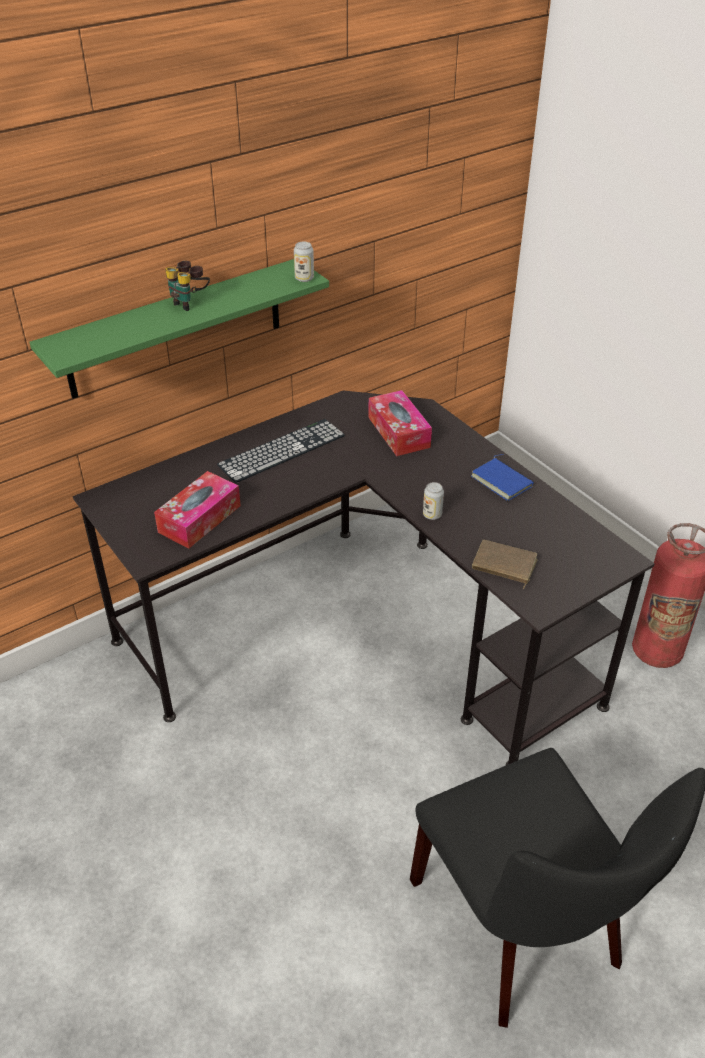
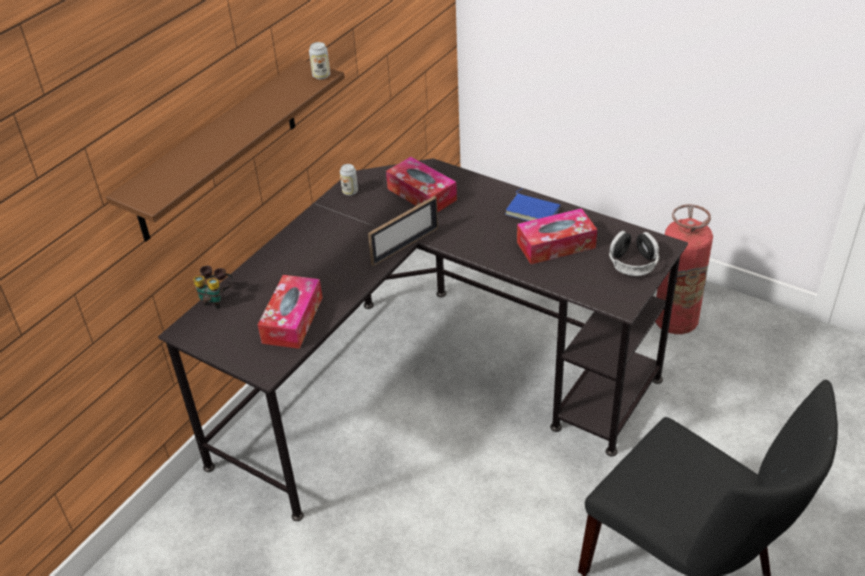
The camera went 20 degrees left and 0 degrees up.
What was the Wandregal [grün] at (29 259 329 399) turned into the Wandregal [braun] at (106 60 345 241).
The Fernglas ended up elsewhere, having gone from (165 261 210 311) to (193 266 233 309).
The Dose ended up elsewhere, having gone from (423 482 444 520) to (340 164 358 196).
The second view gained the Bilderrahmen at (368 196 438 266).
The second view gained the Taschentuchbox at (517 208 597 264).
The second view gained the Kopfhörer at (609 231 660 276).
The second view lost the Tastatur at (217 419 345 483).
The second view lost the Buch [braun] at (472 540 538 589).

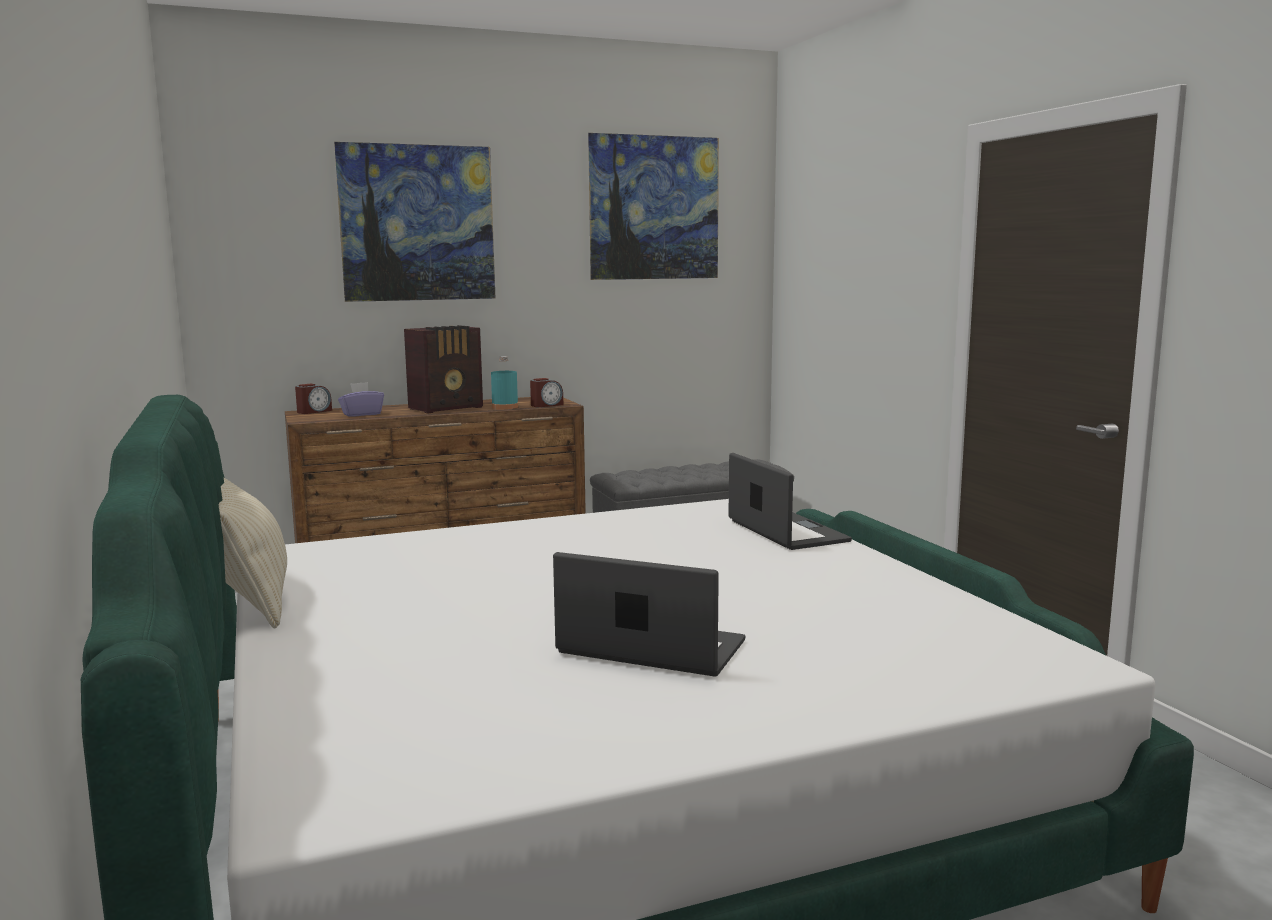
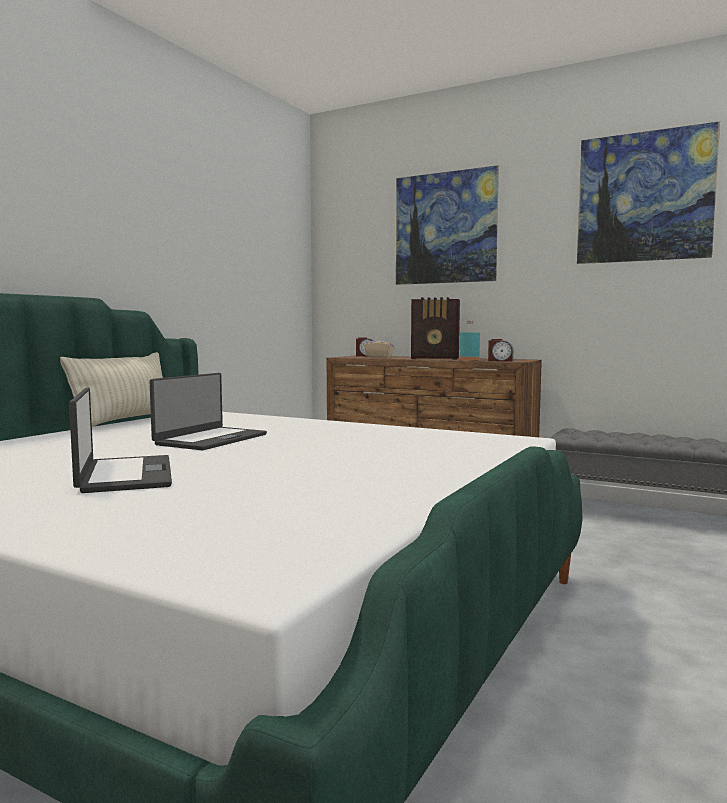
The camera went 50 degrees right and 5 degrees down.
The Laptop ended up elsewhere, having gone from (728 453 852 550) to (150 373 267 450).
What was the Taschentuchbox [lila] at (338 382 384 417) turned into the Taschentuchbox [beige] at (364 336 394 358).

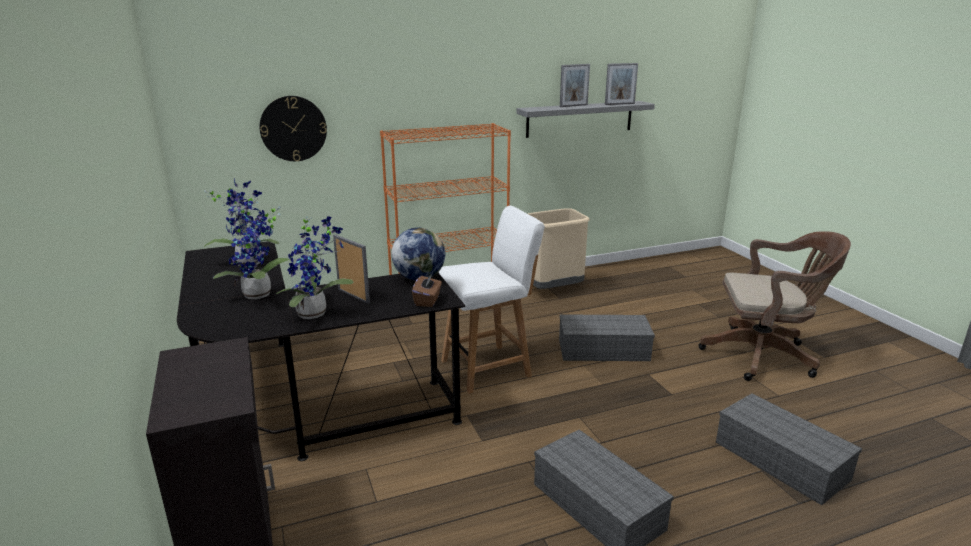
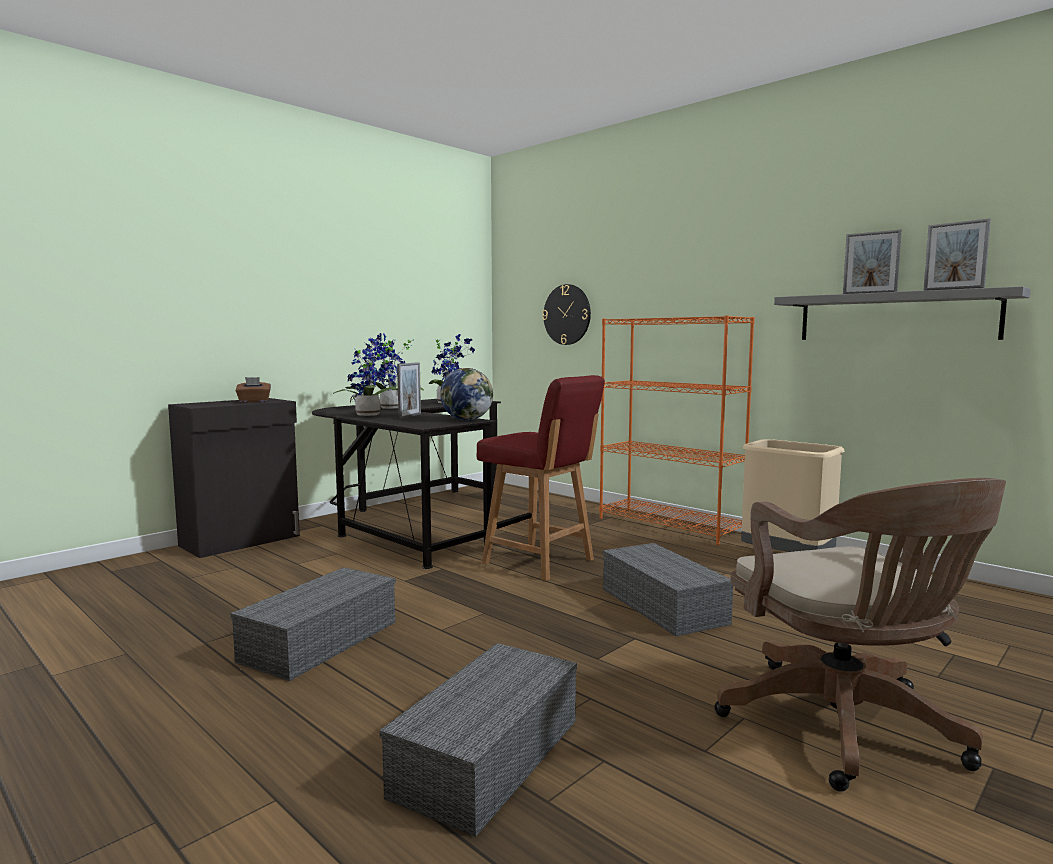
The camera went 65 degrees right and 15 degrees down.
The Taschentuchbox [braun] ended up elsewhere, having gone from (412 273 442 307) to (236 377 271 403).
What was the Stuhl [weiß] at (438 206 545 394) turned into the Stuhl [rot] at (476 375 605 581).

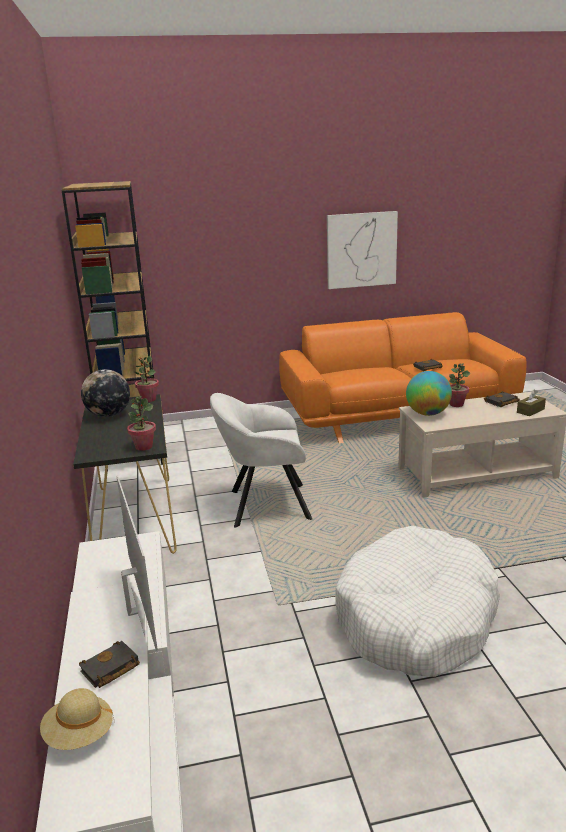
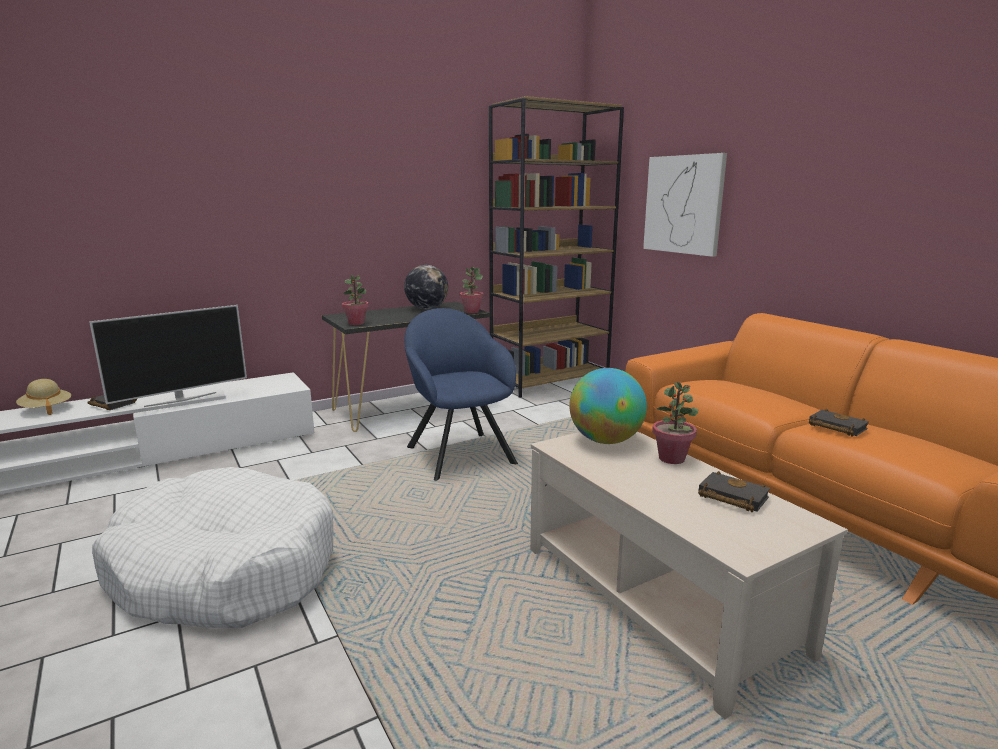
The camera went 70 degrees right and 5 degrees down.
What was the Sessel [weiß] at (210 393 312 527) turned into the Sessel [blau] at (404 308 518 481).
The Bild ended up elsewhere, having gone from (327 211 398 289) to (643 153 727 257).
The second view lost the Taschentuchbox [braun] at (517 389 546 416).

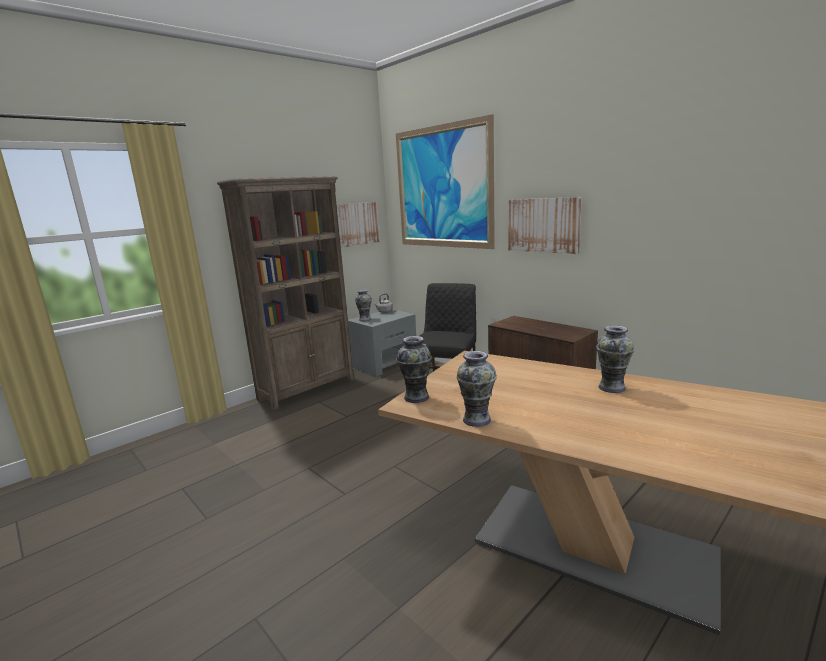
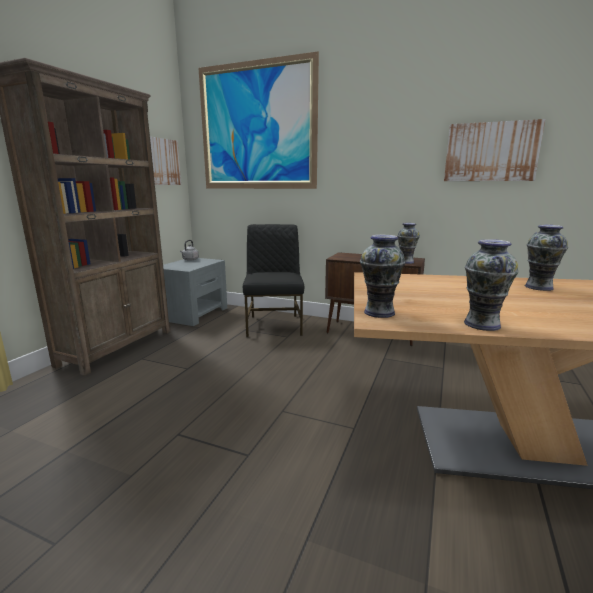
The camera went 25 degrees left and 0 degrees up.
The Vase ended up elsewhere, having gone from (355 290 372 321) to (397 223 420 264).
The Bild ended up elsewhere, having gone from (508 197 582 254) to (444 119 545 181).

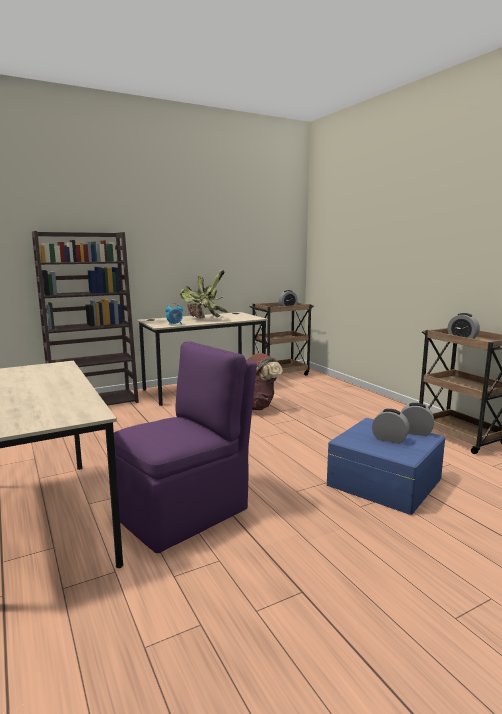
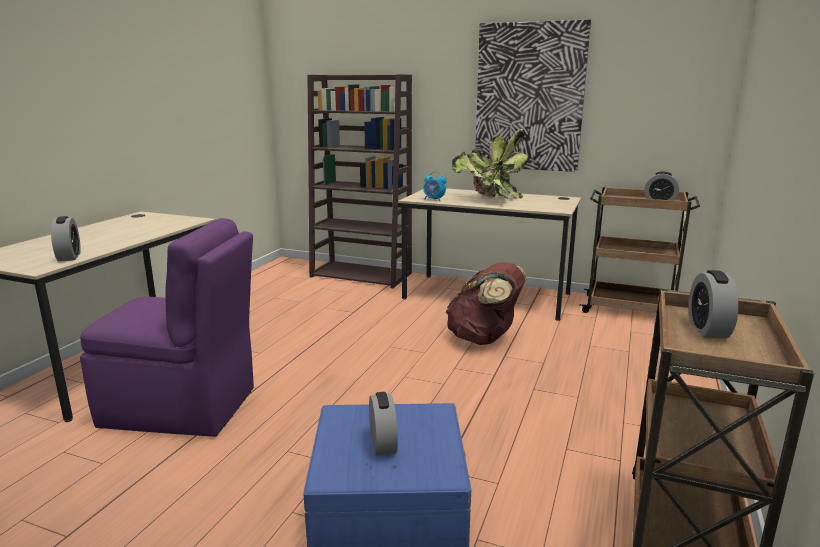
The camera went 50 degrees right and 5 degrees up.
The Wecker ended up elsewhere, having gone from (401 403 434 436) to (51 216 81 262).
The second view gained the Bild at (475 20 591 172).

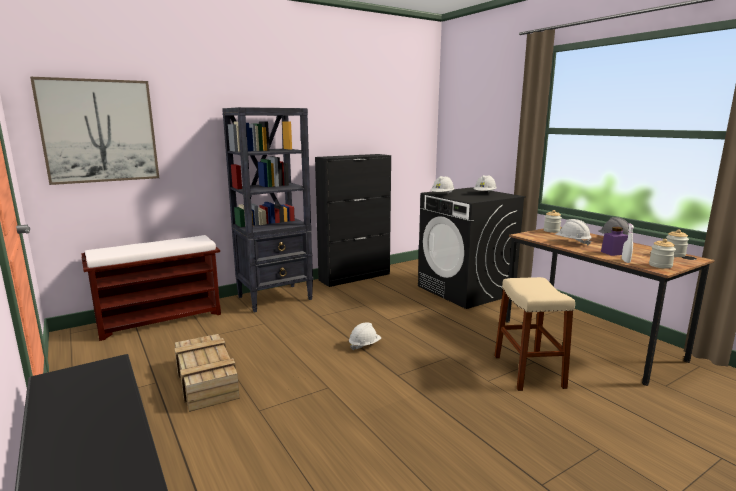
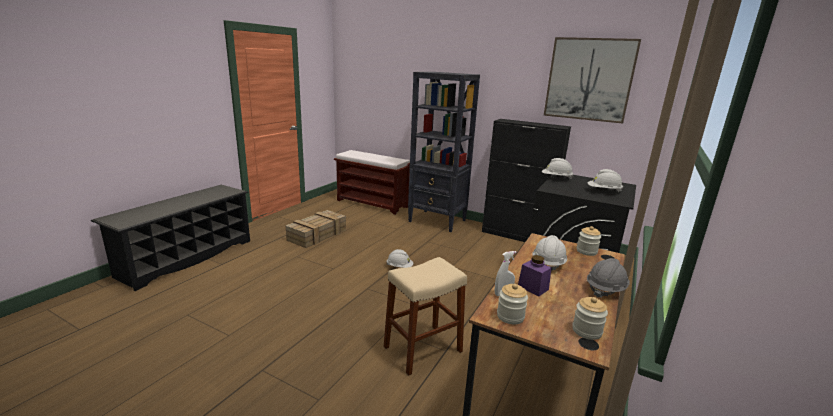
The camera went 60 degrees right and 5 degrees up.
The Bild ended up elsewhere, having gone from (30 77 159 185) to (544 37 641 124).

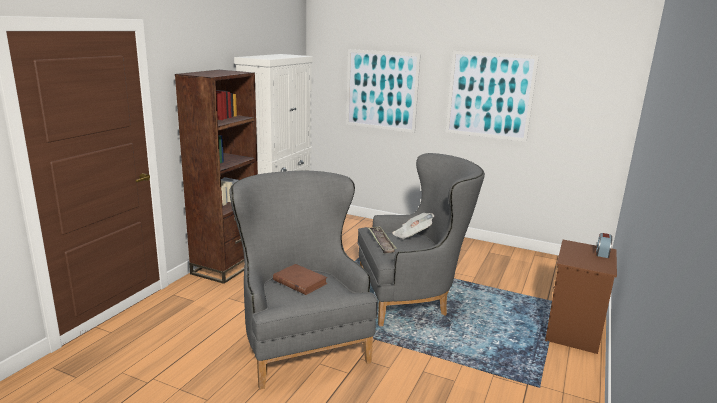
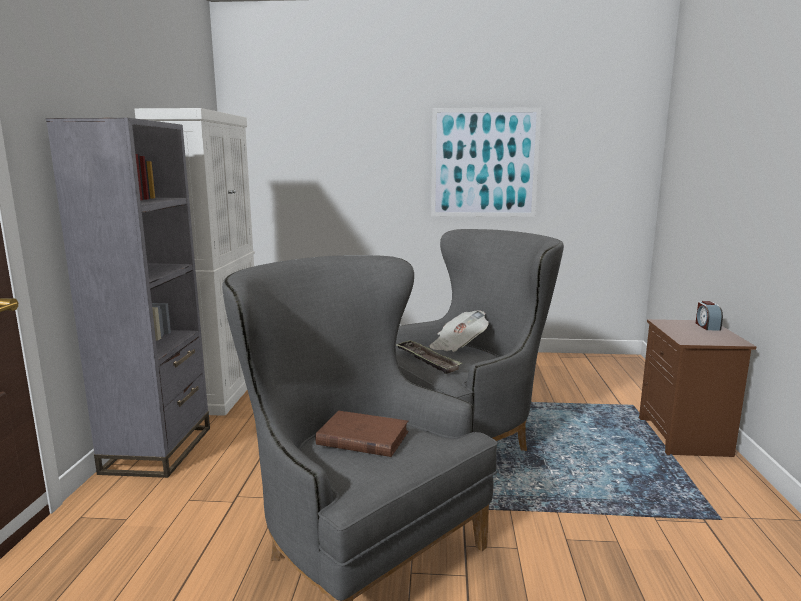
The camera went 20 degrees left and 5 degrees down.
What was the Bücherregal [braun] at (175 70 258 284) turned into the Bücherregal [grau] at (46 118 210 478).
The second view lost the Bild at (346 49 421 133).

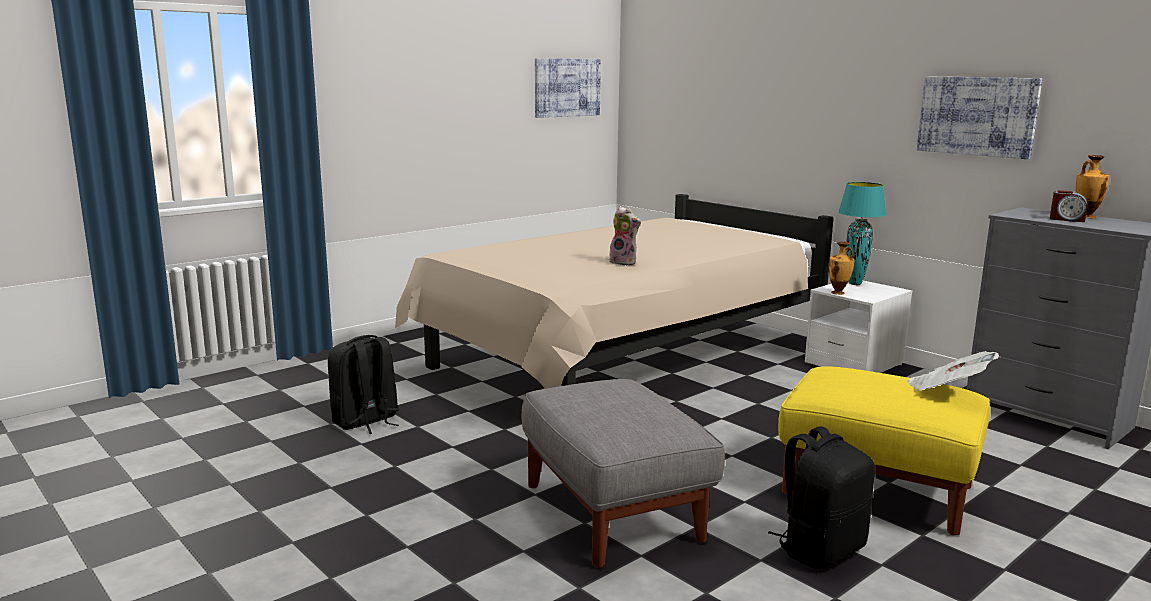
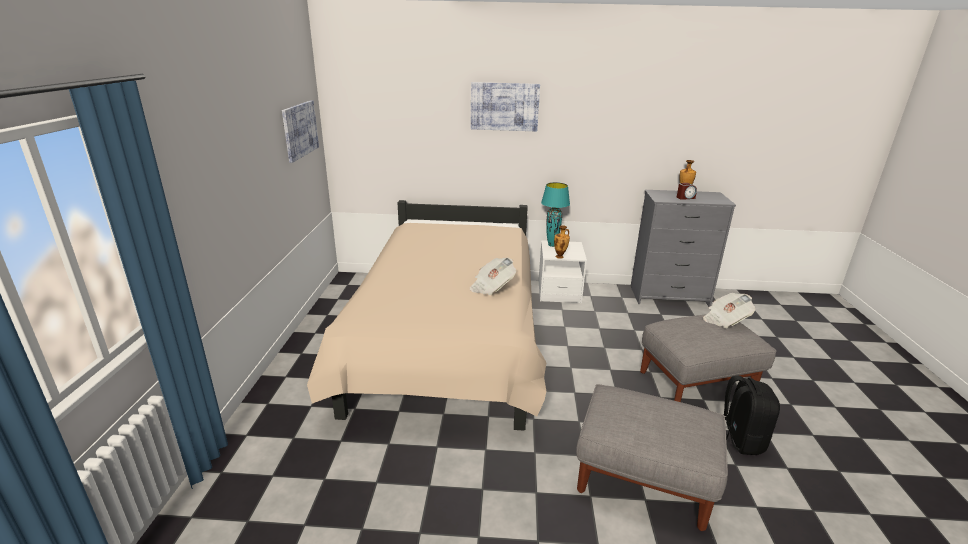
The camera went 45 degrees left and 10 degrees up.
Where the Plüschtier stood at (609 206 641 266), the Zeitung came to stand at (469 257 516 295).
The Bild ended up elsewhere, having gone from (917 77 1042 159) to (471 82 540 131).
What was the Polsterhocker [gelb] at (778 367 990 536) turned into the Polsterhocker [grau] at (640 314 776 402).
The second view lost the Rucksack [schwarz] at (328 335 399 434).

